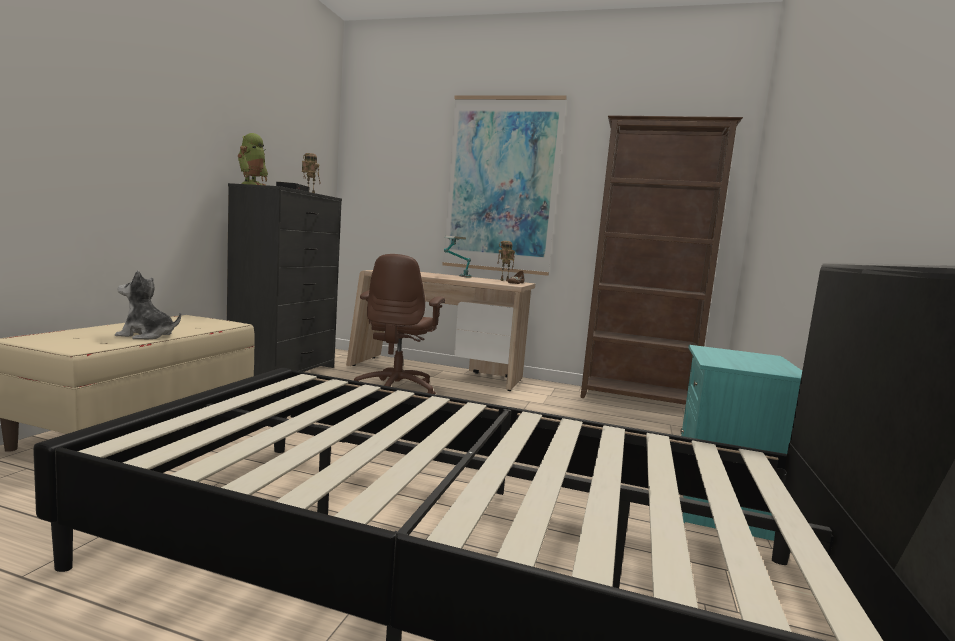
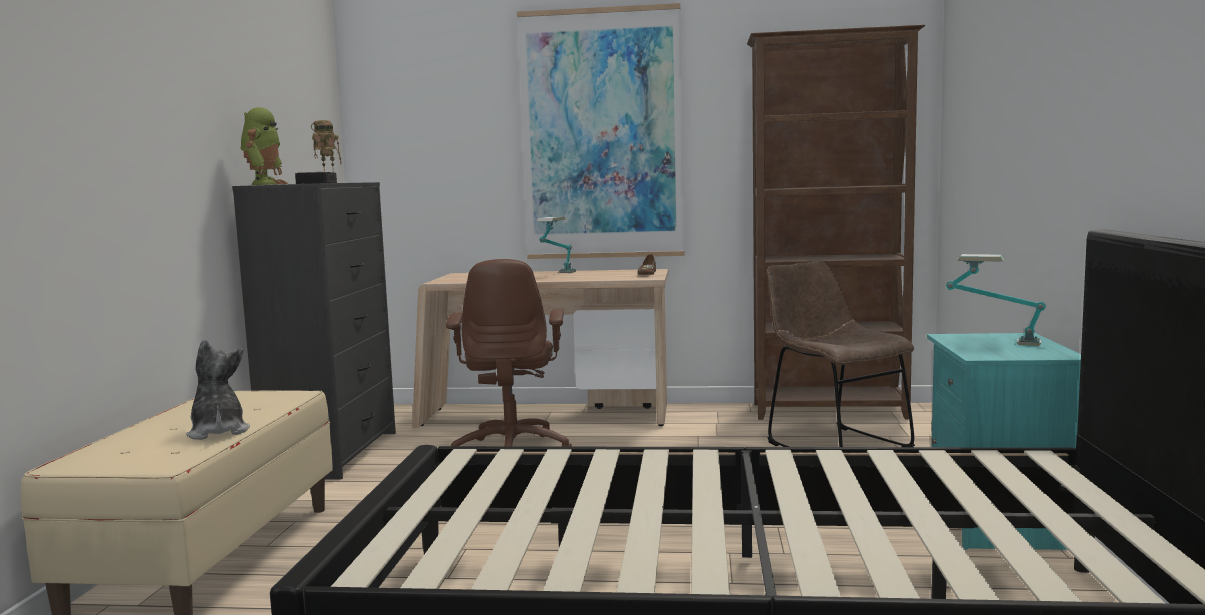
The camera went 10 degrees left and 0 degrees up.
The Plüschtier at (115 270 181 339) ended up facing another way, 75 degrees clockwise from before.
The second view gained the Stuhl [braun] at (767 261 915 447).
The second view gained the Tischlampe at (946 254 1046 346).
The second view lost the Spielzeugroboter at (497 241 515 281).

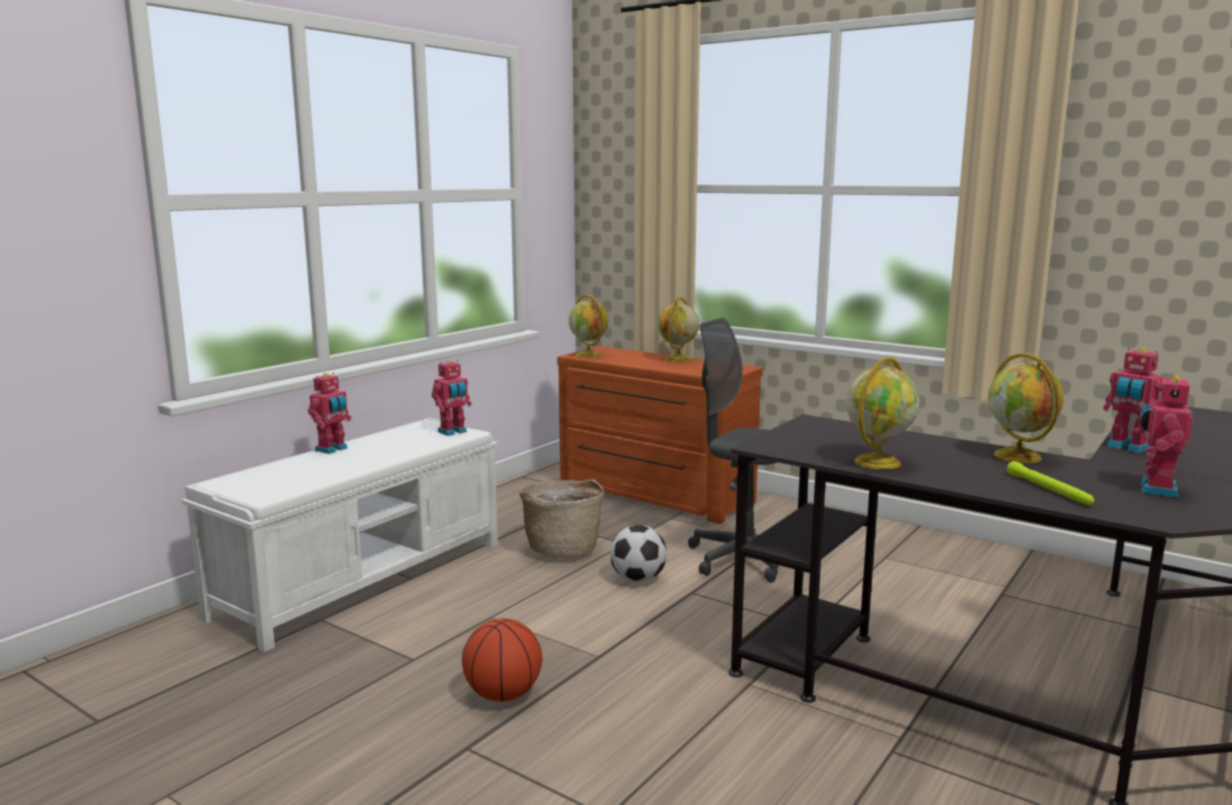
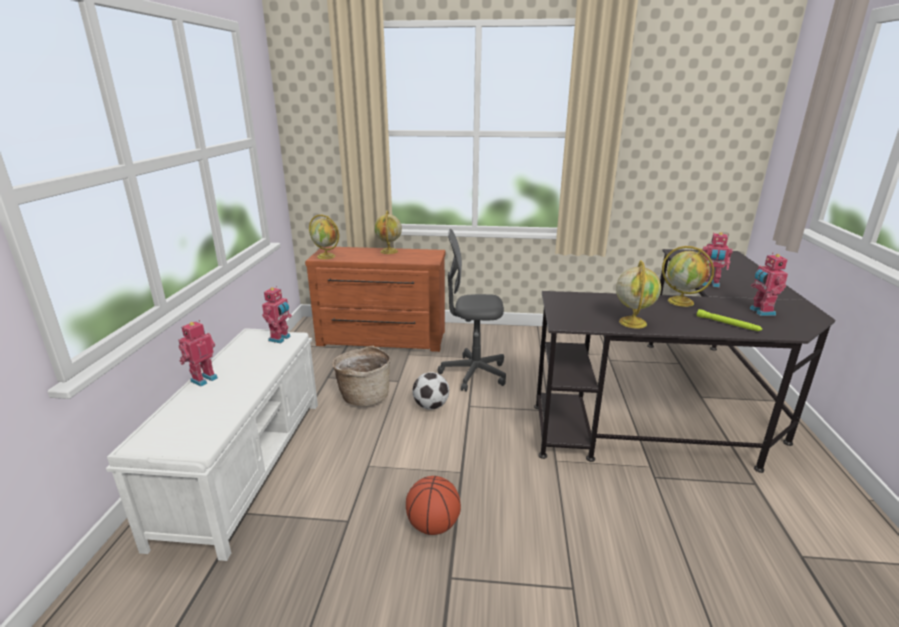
The camera went 30 degrees left and 10 degrees up.
The Spielzeugroboter at (308 372 352 454) ended up facing another way, 150 degrees counterclockwise from before.

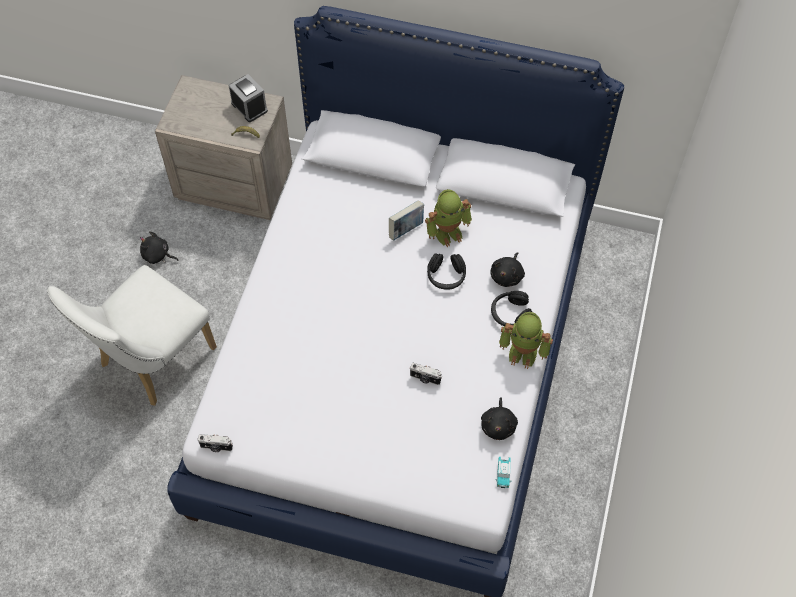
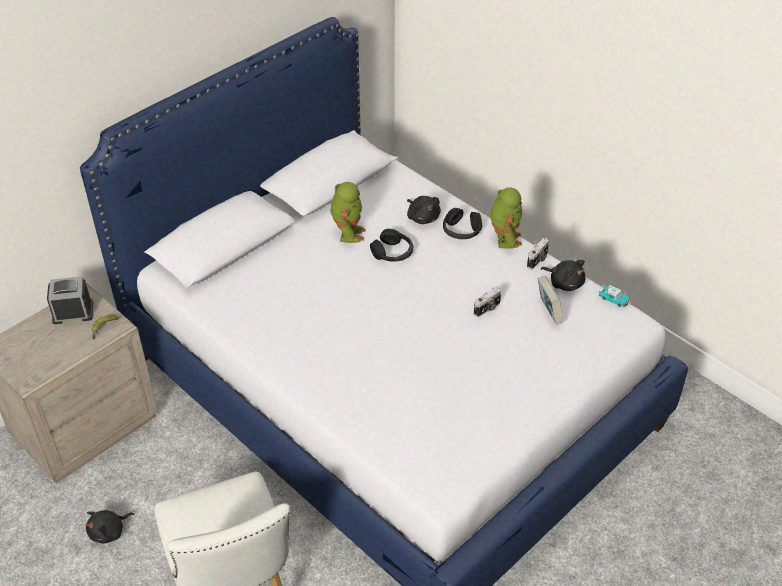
The camera went 60 degrees left and 15 degrees down.
The Spielzeugroboter at (499 312 553 369) ended up facing another way, 45 degrees counterclockwise from before.
The Kamera ended up elsewhere, having gone from (197 434 233 452) to (527 238 549 270).
The Buch ended up elsewhere, having gone from (389 200 424 241) to (538 276 563 325).

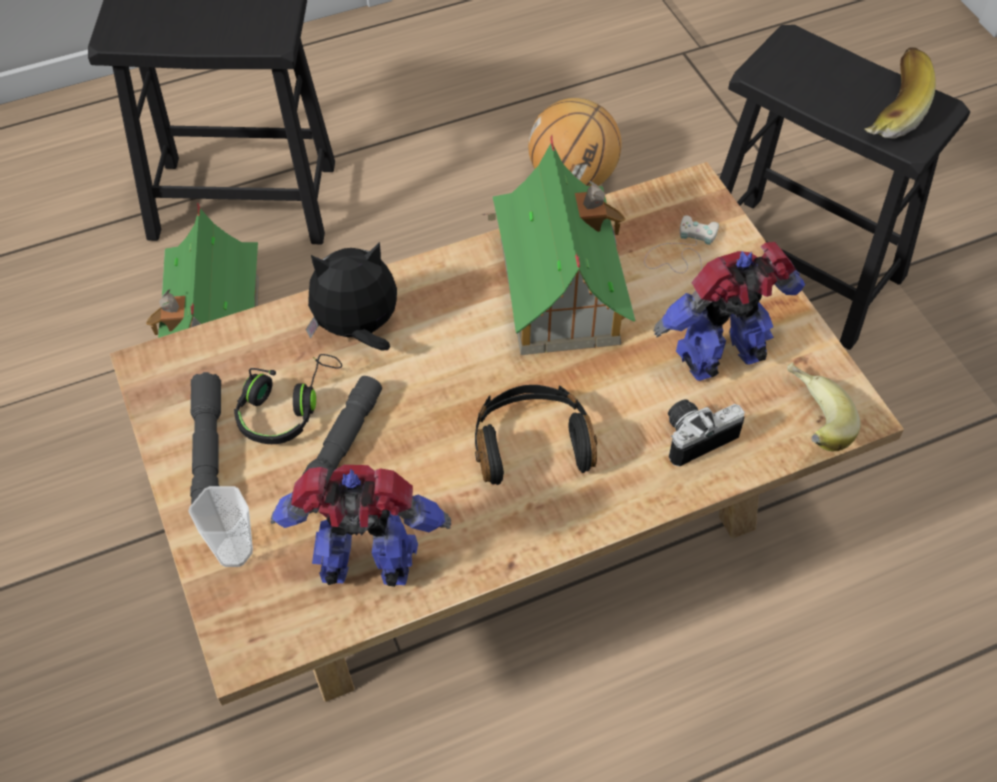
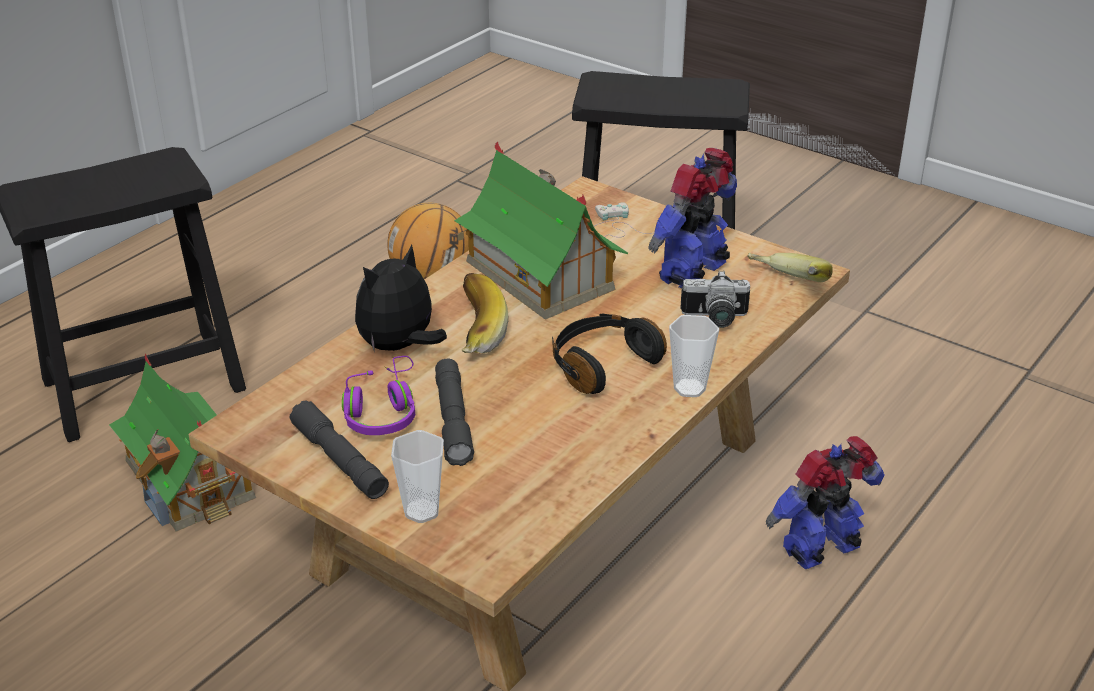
The camera went 30 degrees left and 20 degrees down.
What was the Kopfhörer [schwarz] at (234 354 342 444) turned into the Kopfhörer [lila] at (342 356 415 435).
The Banane ended up elsewhere, having gone from (865 47 936 139) to (461 273 508 353).
The second view gained the Tasse at (669 315 719 397).
The Kamera at (668 399 745 466) ended up facing another way, 120 degrees counterclockwise from before.
The Spielzeugroboter ended up elsewhere, having gone from (270 465 451 587) to (766 436 885 569).

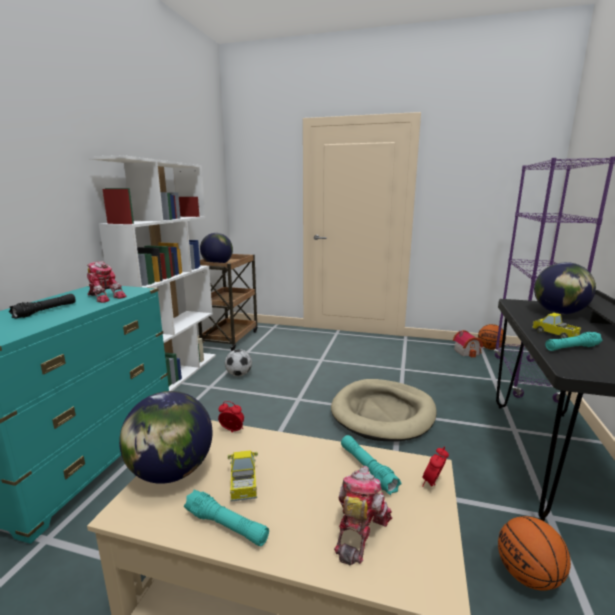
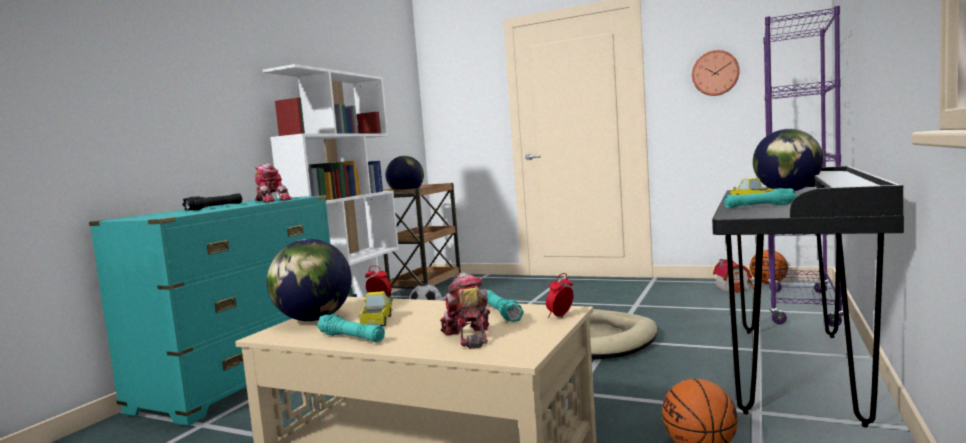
The camera went 10 degrees right and 10 degrees down.
The Spielzeugroboter at (334 466 392 566) ended up facing another way, 45 degrees counterclockwise from before.
The second view gained the Wanduhr at (692 50 740 96).

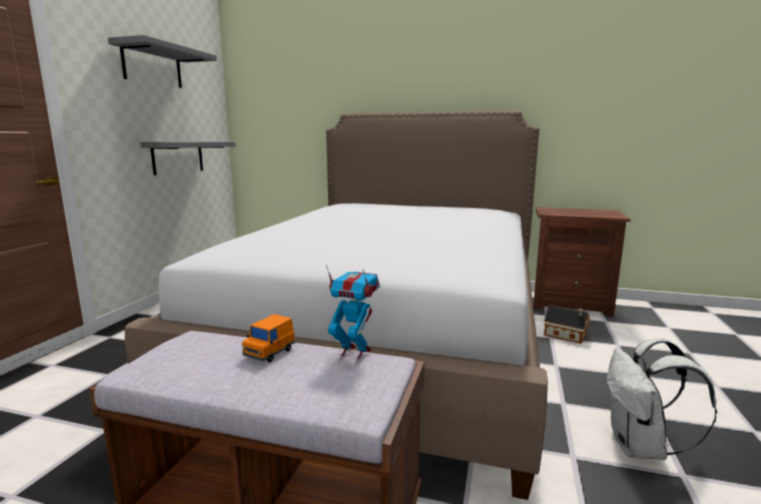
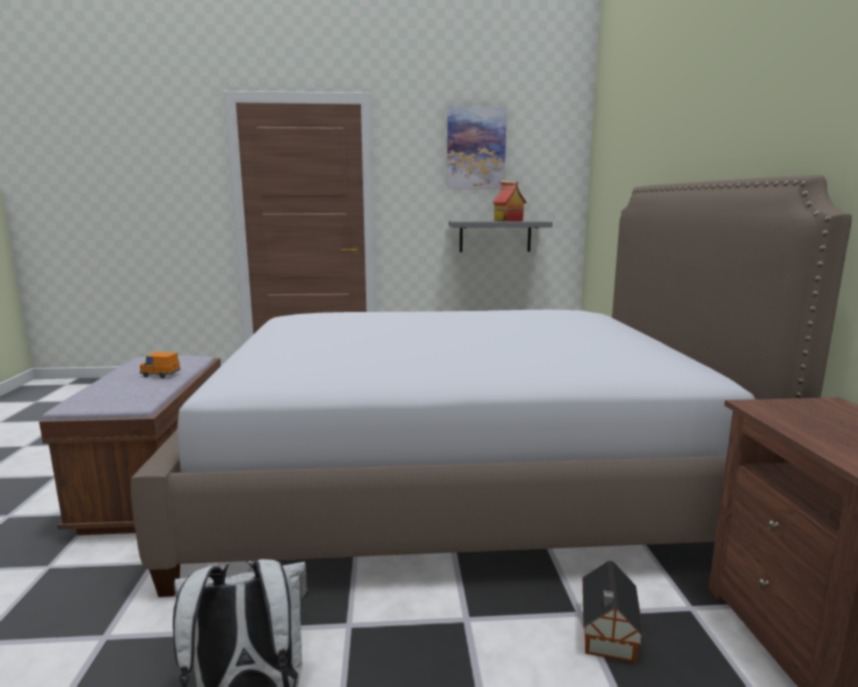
The camera went 70 degrees right and 0 degrees up.
Where the Wandregal [grau] hung at (108 35 217 88), the Bild came to hang at (447 106 507 188).
The second view gained the Spielzeughaus at (492 180 527 222).
The second view lost the Spielzeugroboter at (326 265 380 359).

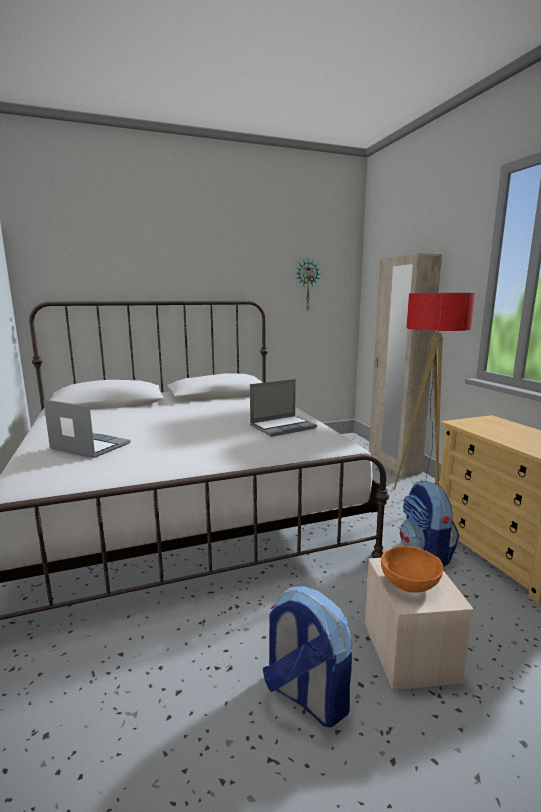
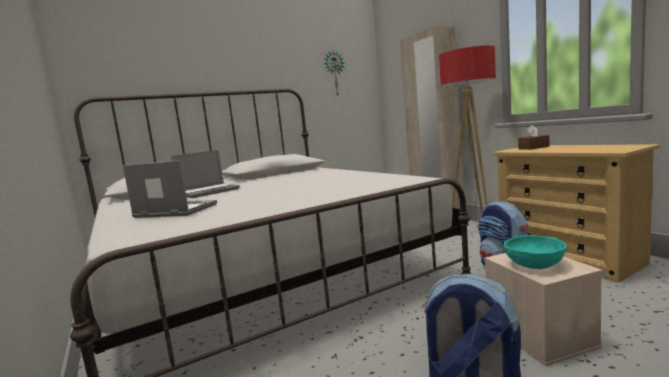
The camera went 10 degrees left and 5 degrees down.
The Laptop ended up elsewhere, having gone from (250 379 317 437) to (171 150 240 198).
What was the Schüssel [orange] at (381 546 444 593) turned into the Schüssel [türkis] at (504 235 567 269).
The second view gained the Taschentuchbox [braun] at (518 125 549 150).

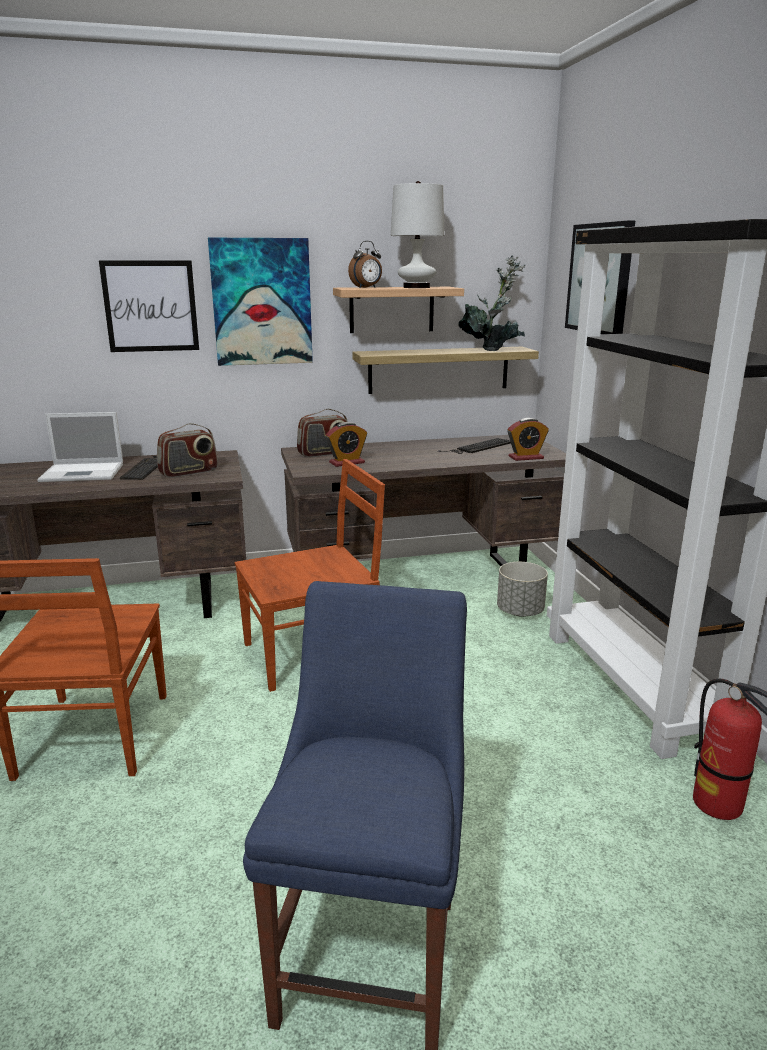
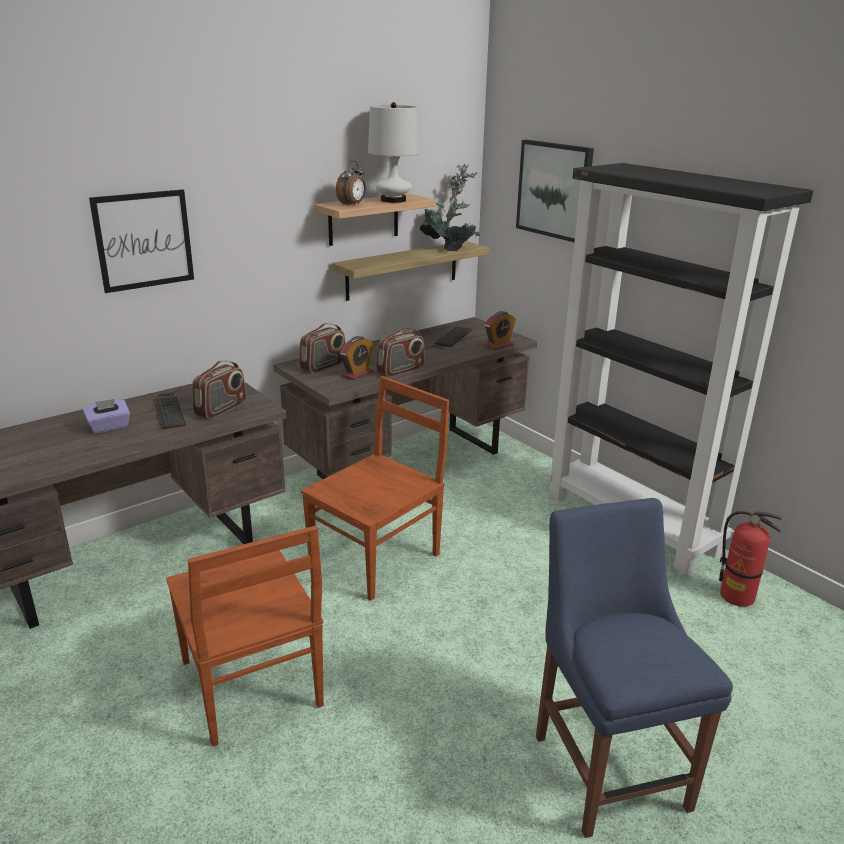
The camera went 25 degrees left and 5 degrees up.
Where the Laptop stood at (37 412 123 482), the Taschentuchbox [lila] came to stand at (82 399 130 434).
The second view gained the Radio at (376 328 425 377).
The second view lost the Bild at (208 238 313 366).
The second view lost the Pflanzkübel [grau] at (497 562 548 617).

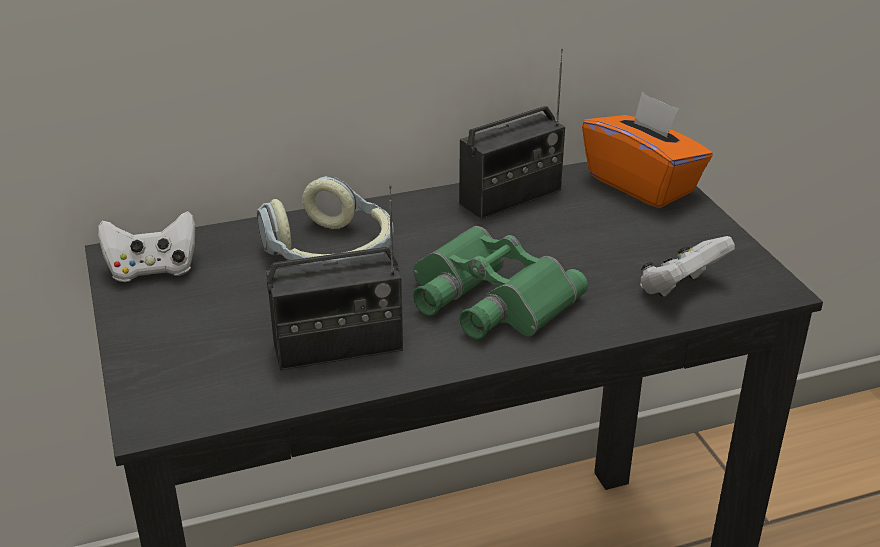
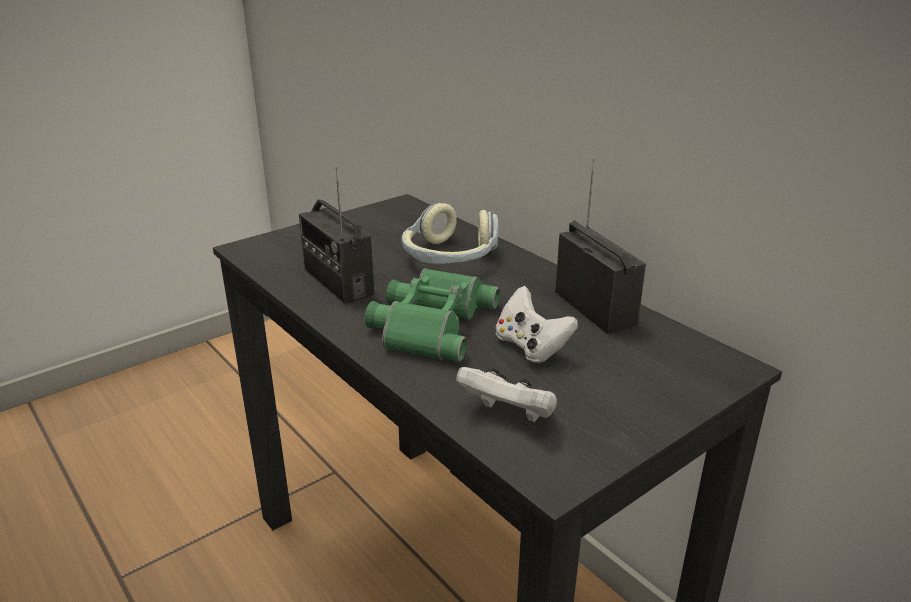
The camera went 70 degrees right and 5 degrees down.
The Gamepad [weiß] ended up elsewhere, having gone from (98 211 195 282) to (496 286 578 363).
The Radio at (459 49 565 219) ended up facing another way, 150 degrees counterclockwise from before.
The second view lost the Taschentuchbox [orange] at (582 92 713 208).

